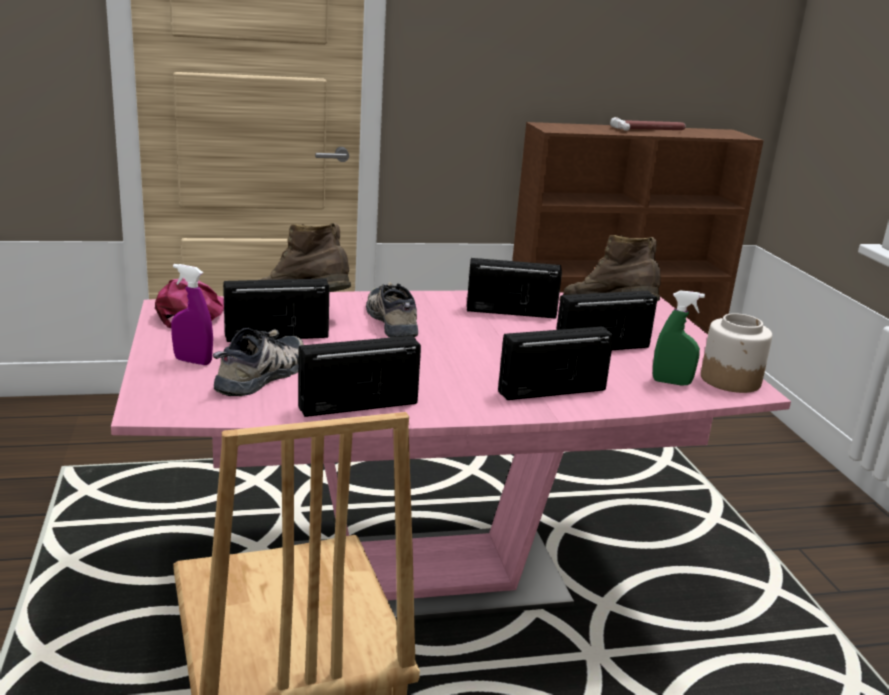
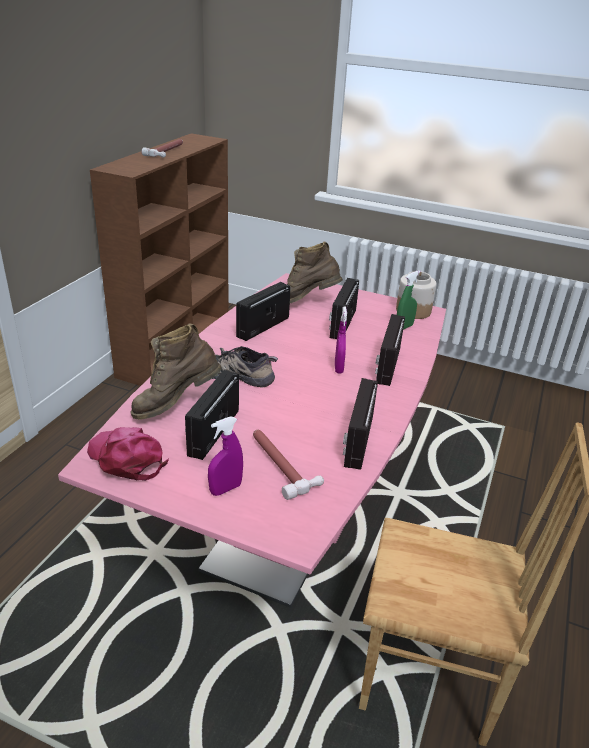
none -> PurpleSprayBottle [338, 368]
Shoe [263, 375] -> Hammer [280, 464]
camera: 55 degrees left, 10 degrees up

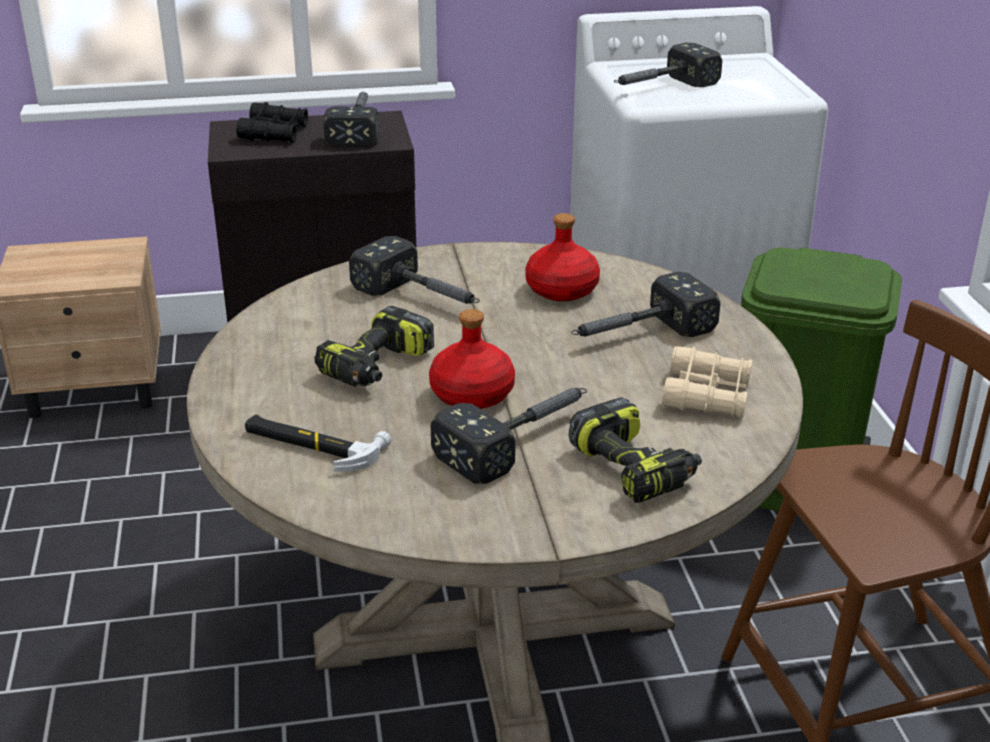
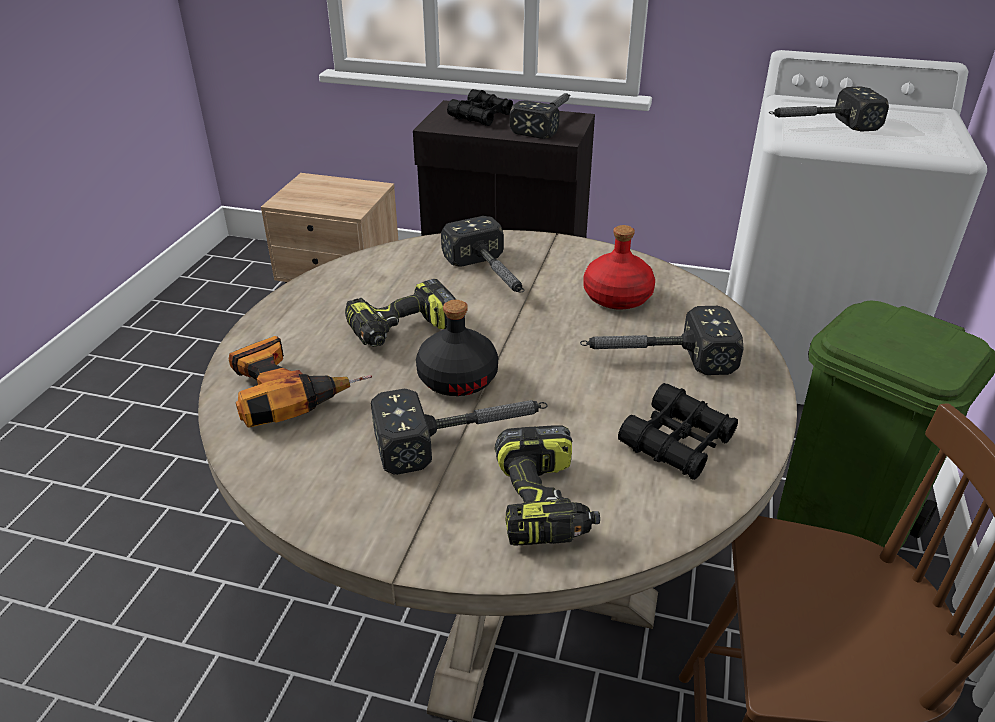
Hammer [312, 444] -> PowerDrill [289, 389]
RedBottle [471, 394] -> BlackBottle [457, 378]
BeigeBinoculars [707, 394] -> BlackBinoculars [677, 442]
camera: 25 degrees right, 5 degrees up

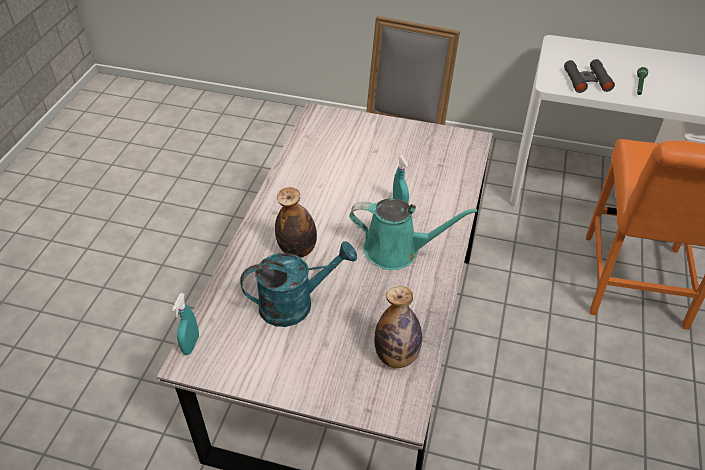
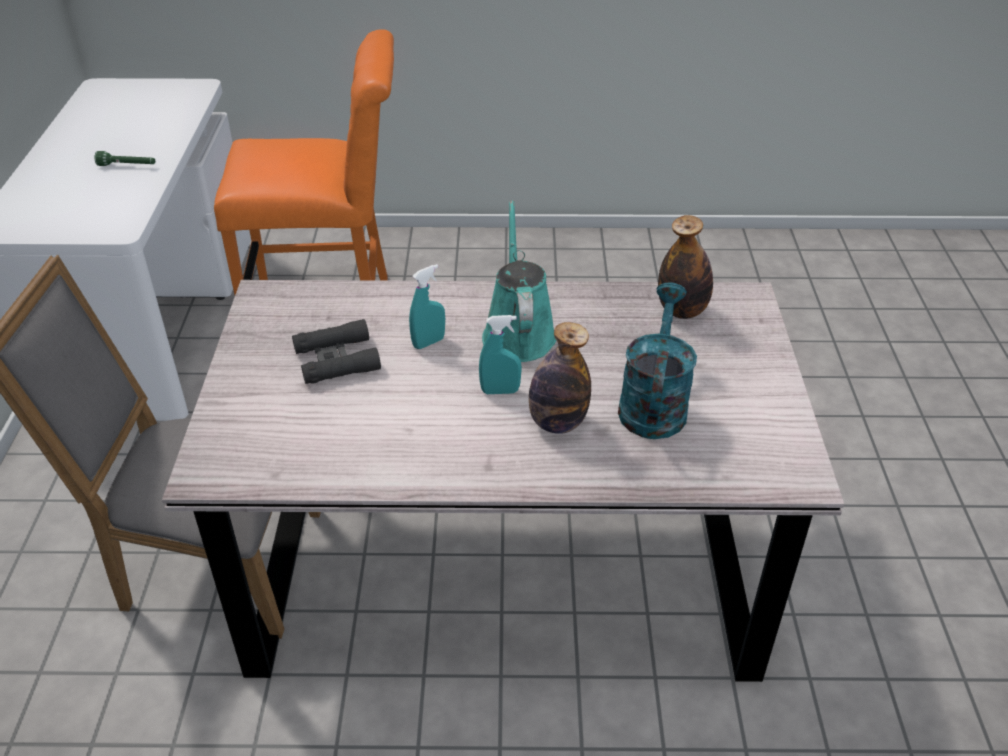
TurquoiseSprayBottle [191, 344] -> TurquoiseSprayBottle [500, 391], relocated
BlackBinoculars [586, 80] -> BlackBinoculars [337, 360], relocated
TurquoiseWateringCan [296, 303] -> TurquoiseWateringCan [653, 403], 45 degrees clockwise
camera: 105 degrees left, 5 degrees down

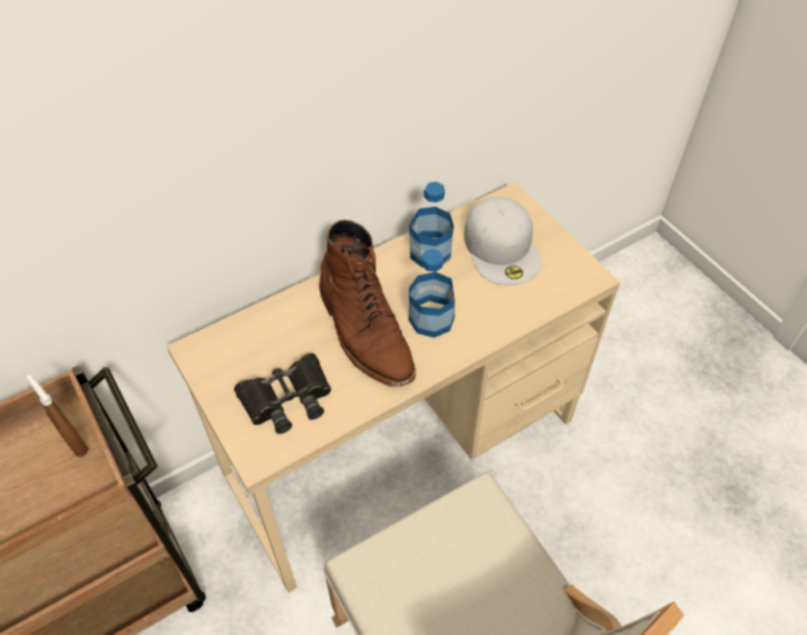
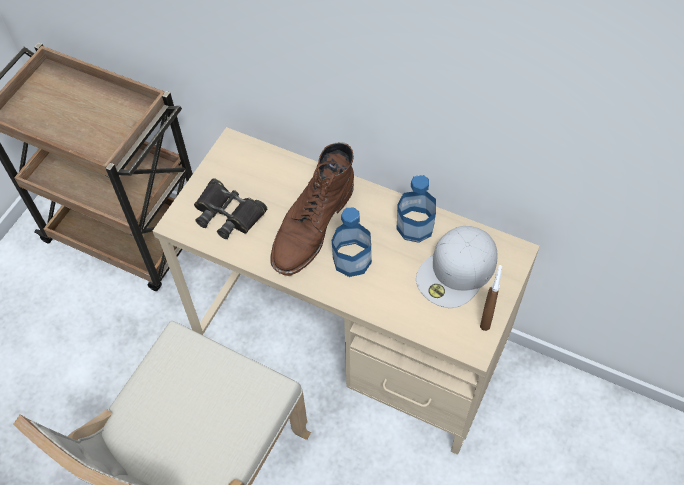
BrownSprayBottle [75, 443] -> BrownSprayBottle [486, 317], relocated
camera: 60 degrees right, 5 degrees up

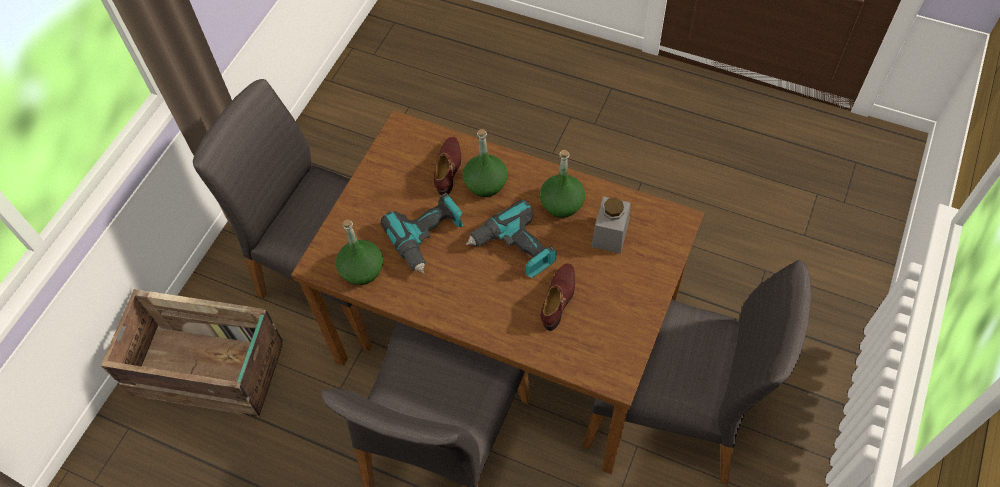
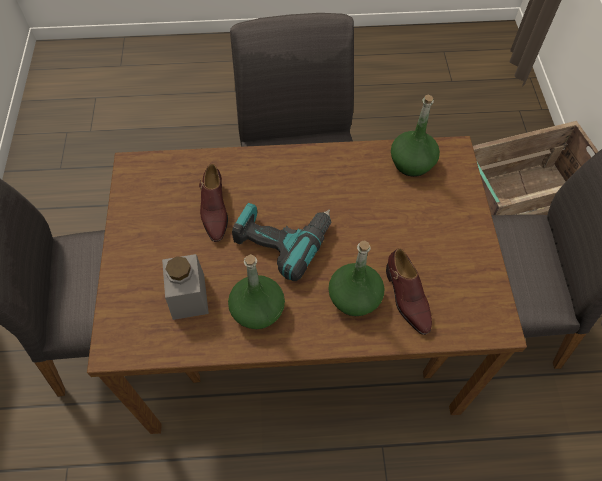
PowerDrill [428, 238] -> none
camera: 150 degrees right, 0 degrees up

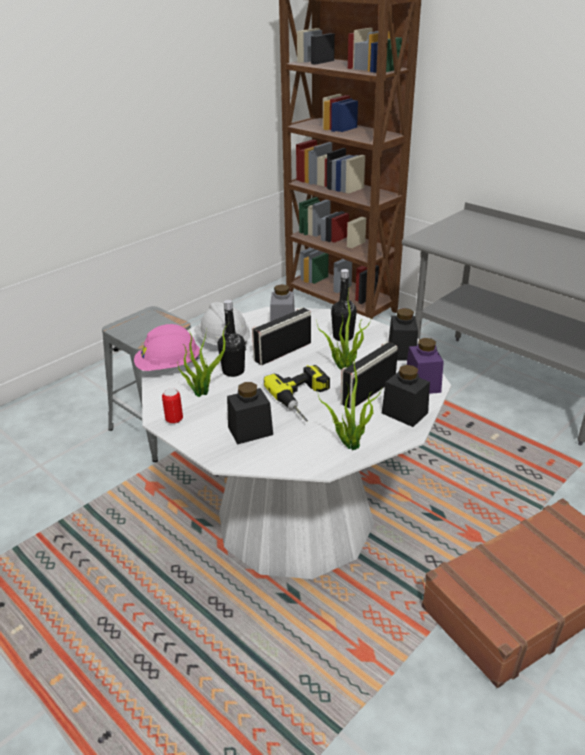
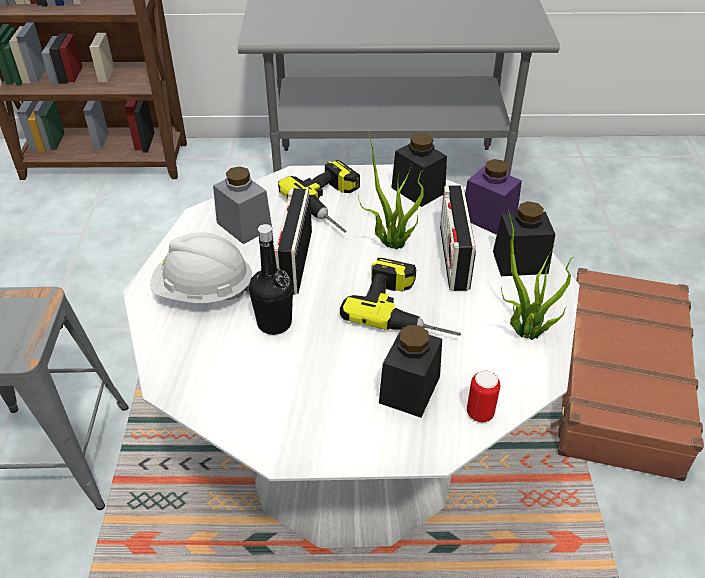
PinkHardHat [169, 367] -> none
PottedPlant [203, 392] -> none
Can [174, 420] -> Can [480, 413], relocated
BlackBottle [343, 337] -> PowerDrill [334, 204]
camera: 45 degrees left, 10 degrees up

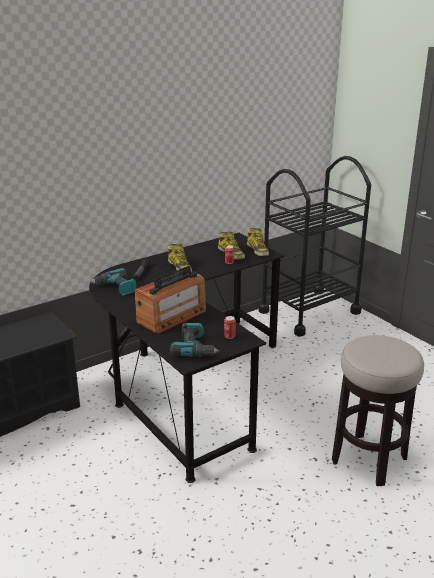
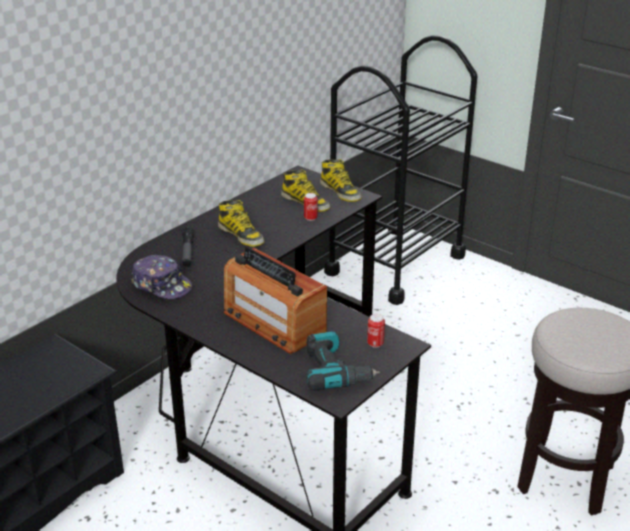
PowerDrill [115, 288] -> Cap [162, 285]
Radio [172, 316] -> Radio [274, 322], 105 degrees clockwise
camera: 15 degrees left, 5 degrees up

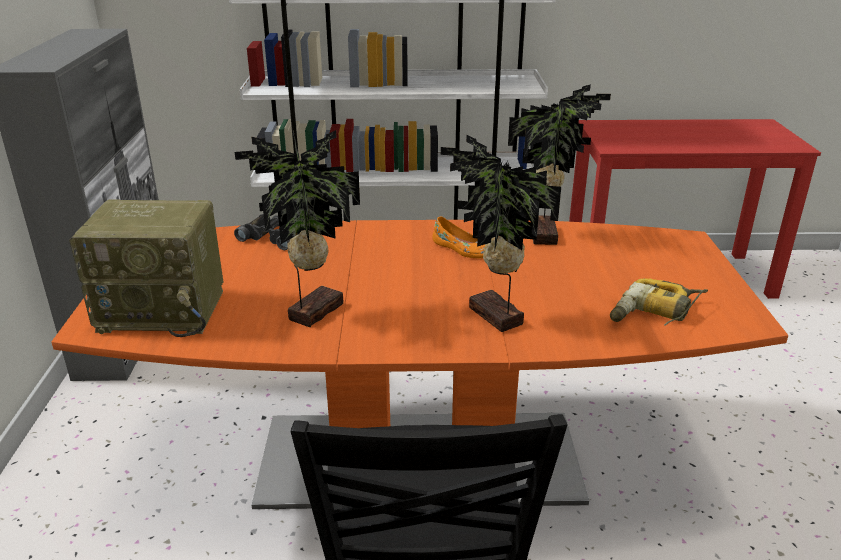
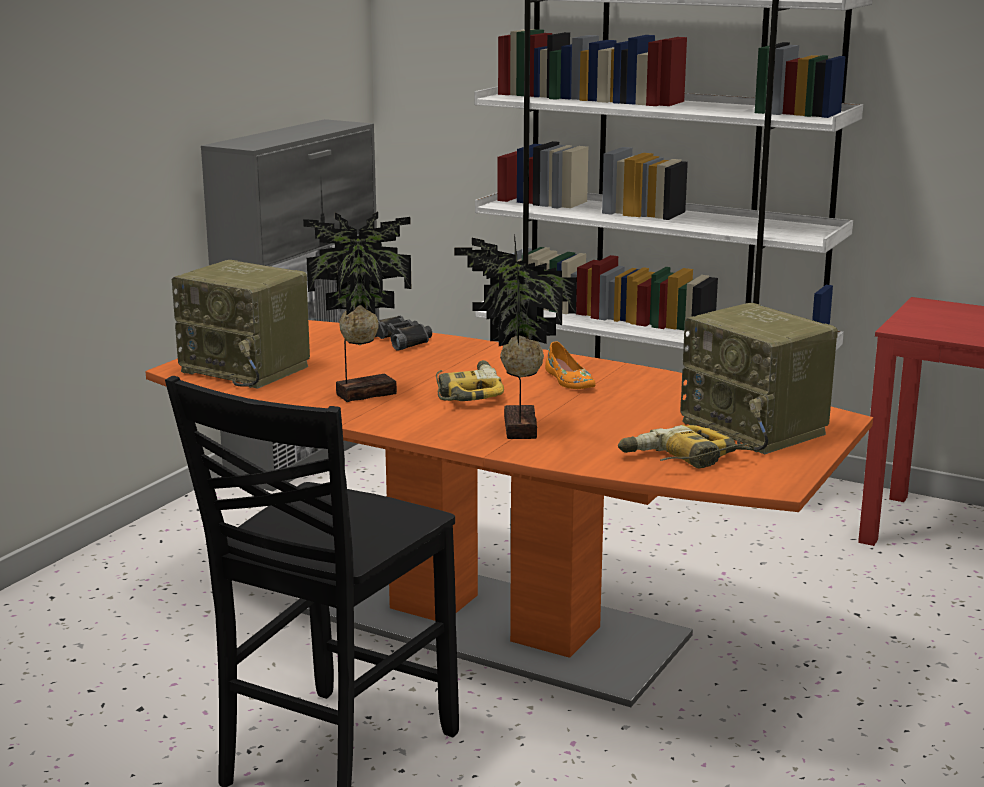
PottedPlant [546, 234] -> none
none -> PowerDrill [466, 392]
none -> Radio [756, 428]
camera: 30 degrees right, 10 degrees down

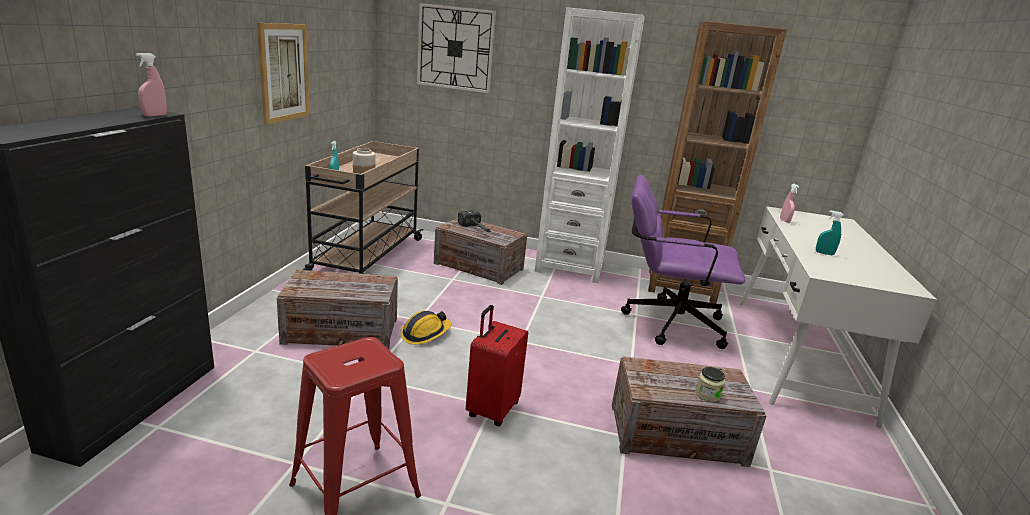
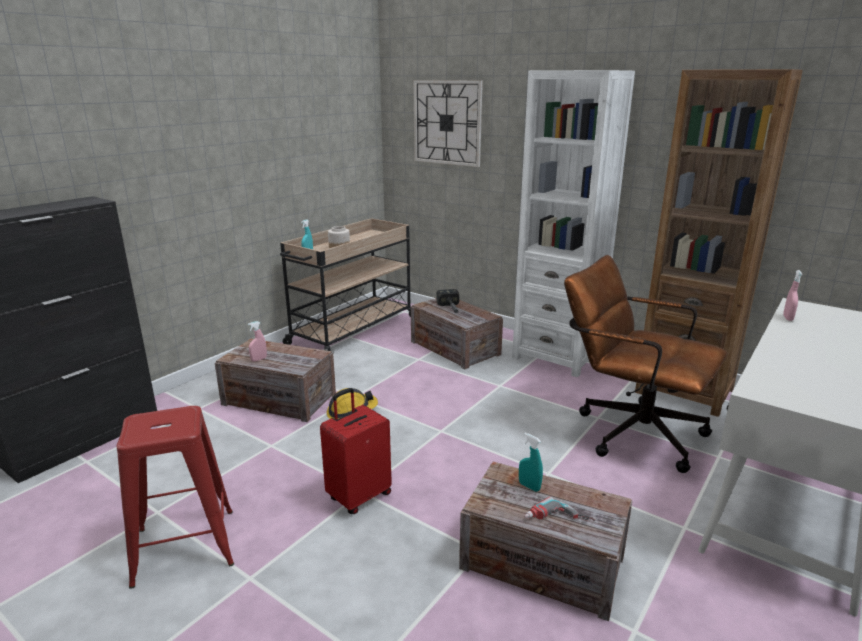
Picture [284, 72] -> none
PinkSprayBottle [155, 115] -> PinkSprayBottle [259, 359], relocated
TurquoiseSprayBottle [824, 253] -> TurquoiseSprayBottle [529, 486], relocated
Jar [707, 395] -> PowerDrill [557, 521]
PurpleOfficeChair [665, 321] -> BrownOfficeChair [630, 430]
camera: 25 degrees right, 0 degrees up

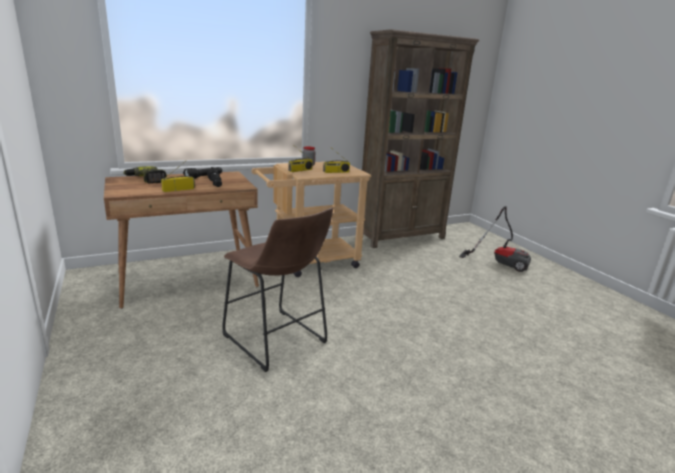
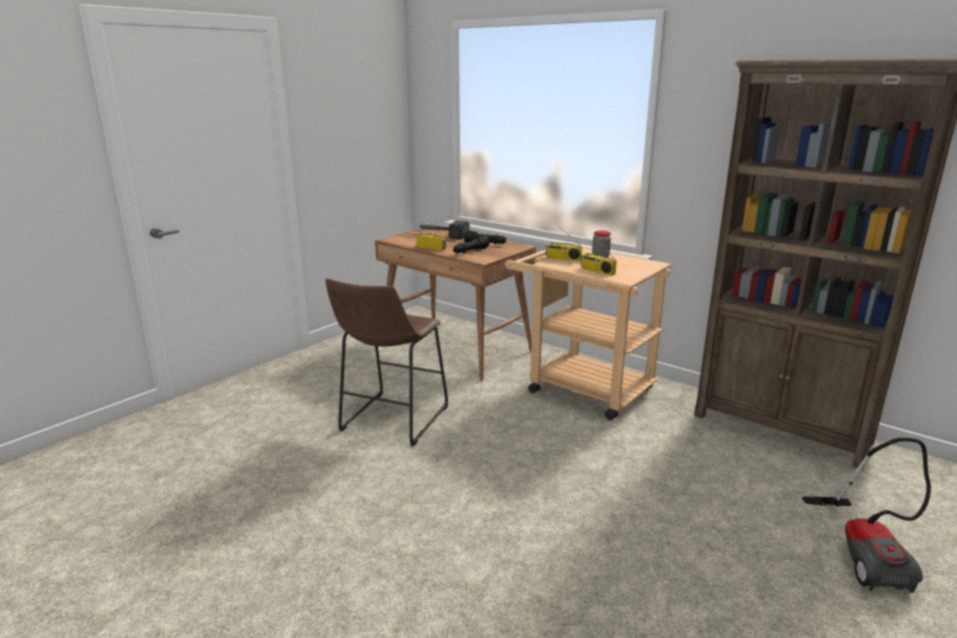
PowerDrill [146, 180] -> Hammer [441, 235]
camera: 65 degrees right, 0 degrees up

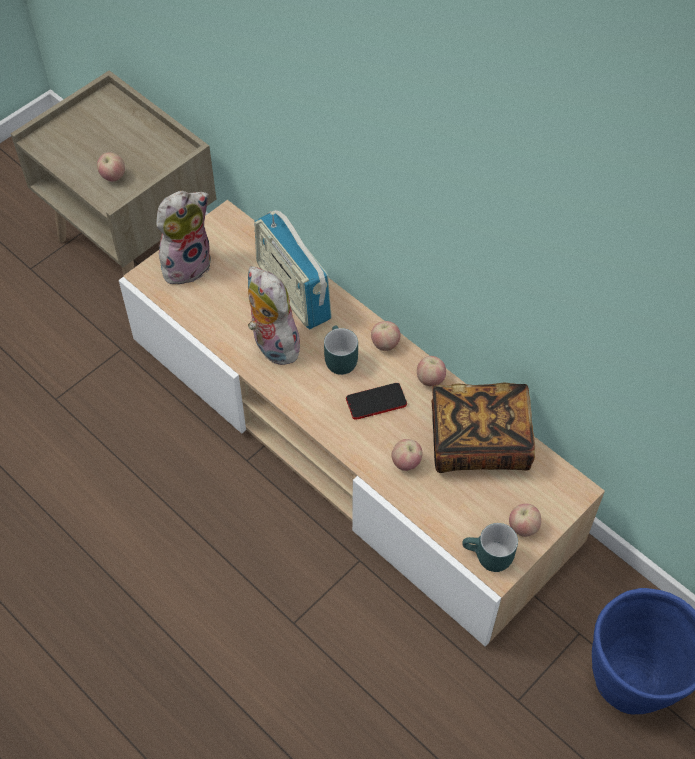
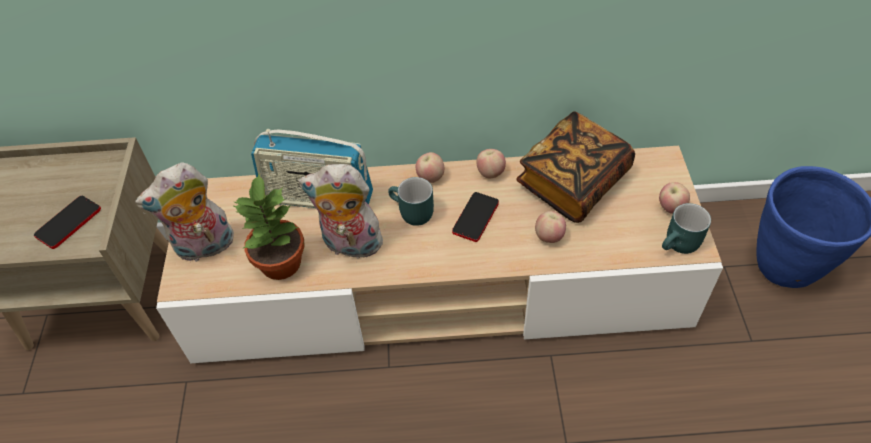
none -> PottedPlant [280, 264]
Apple [113, 177] -> Phone [68, 223]
PlushToy [186, 264] -> PlushToy [204, 248], 120 degrees counterclockwise
camera: 45 degrees left, 5 degrees down

